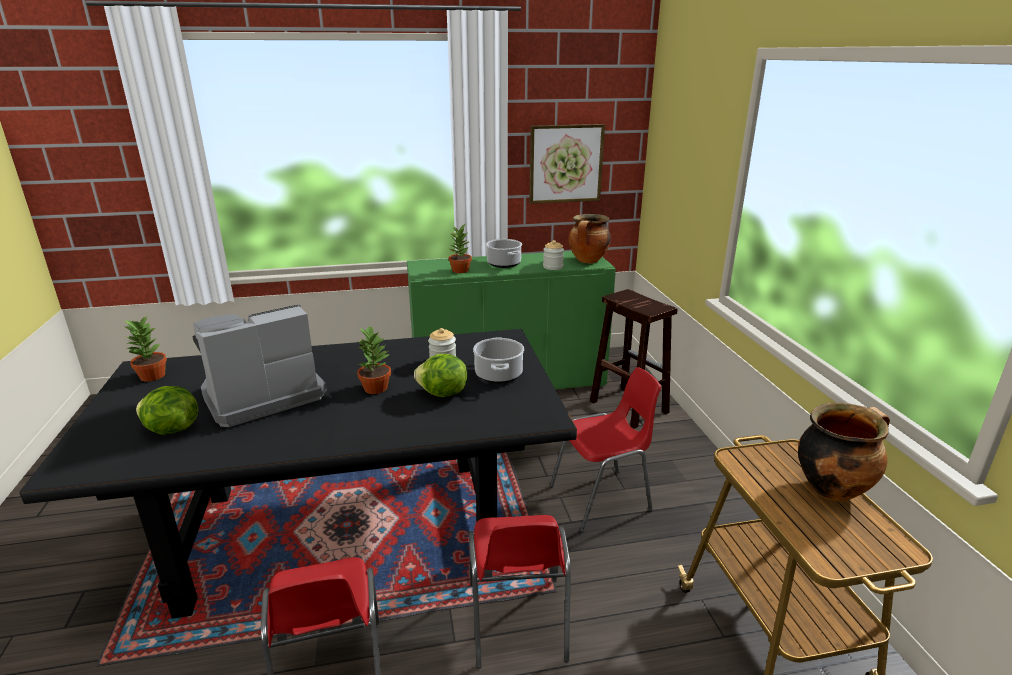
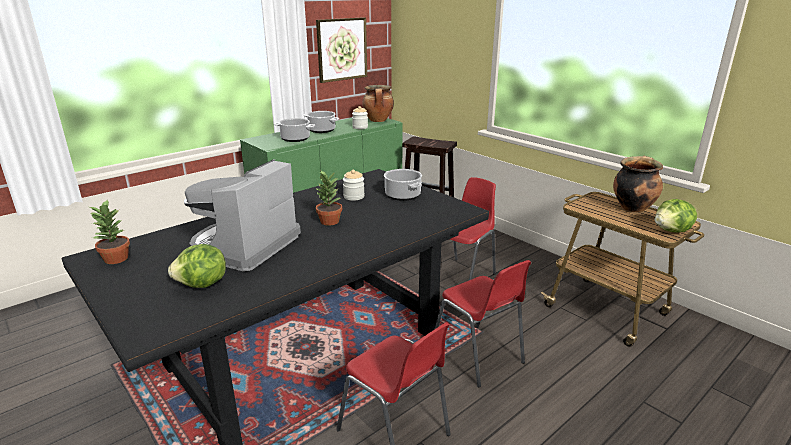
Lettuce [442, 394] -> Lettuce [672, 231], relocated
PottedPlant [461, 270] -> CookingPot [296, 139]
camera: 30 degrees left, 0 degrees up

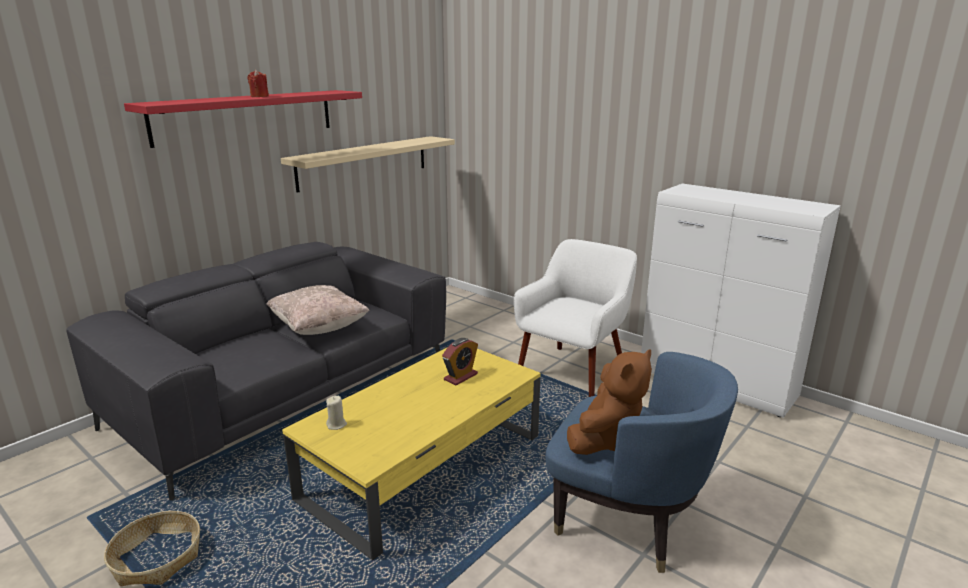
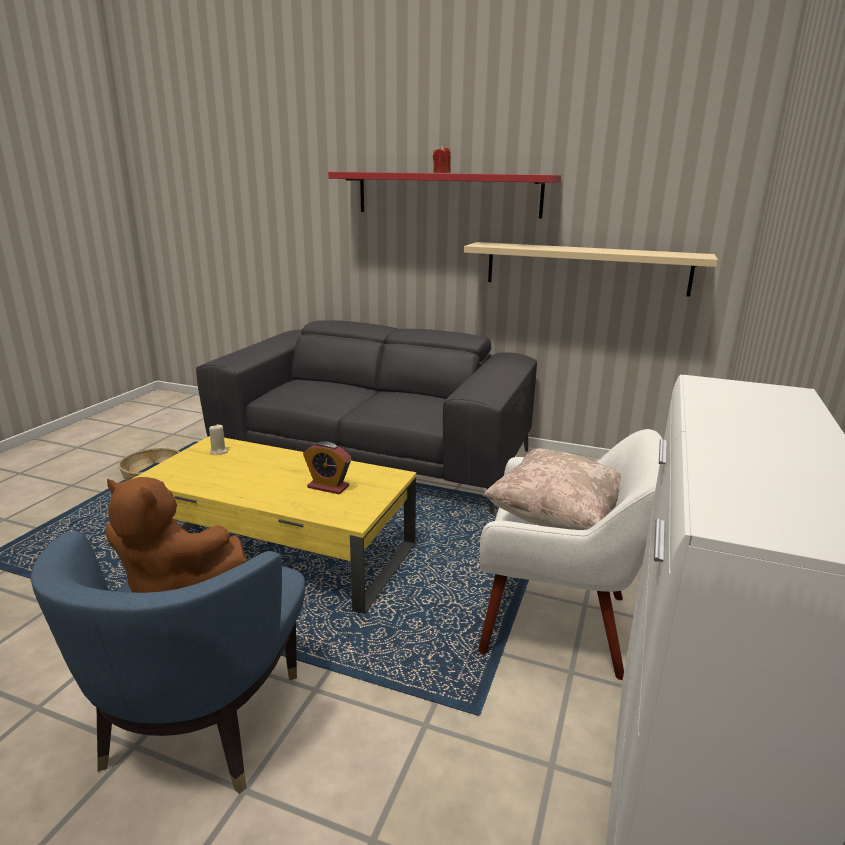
BeigePillow [319, 328] -> BeigePillow [558, 517], relocated
camera: 70 degrees right, 0 degrees up

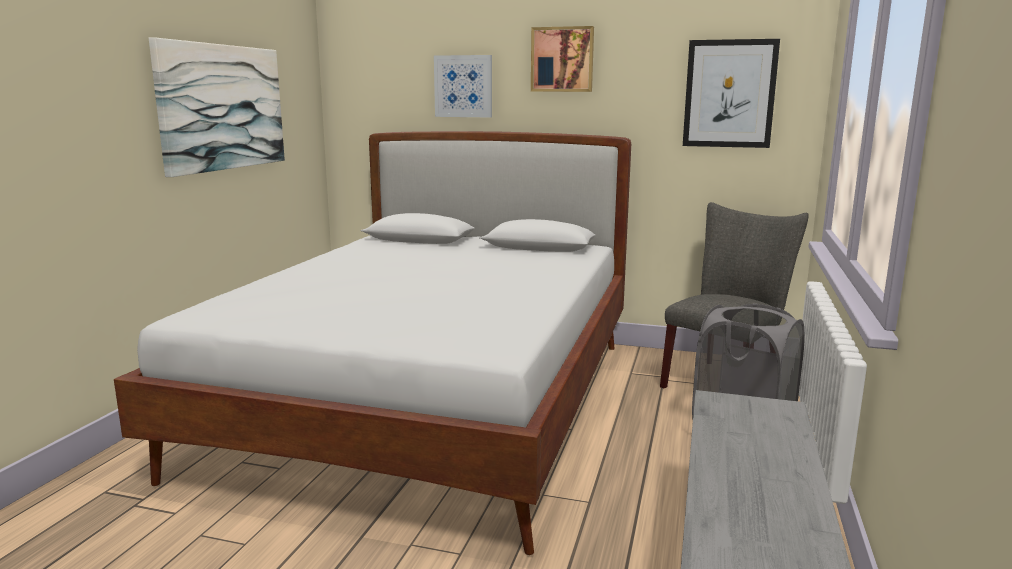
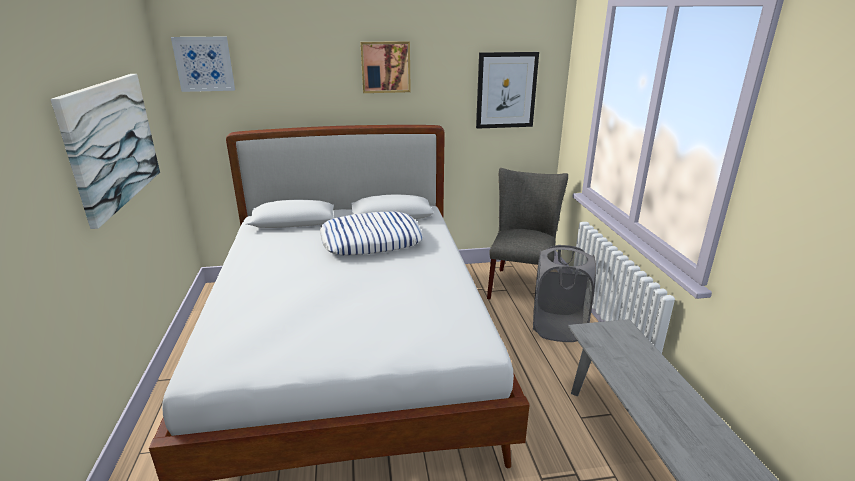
none -> Pillow [371, 240]
Picture [463, 86] -> Picture [204, 64], relocated
camera: 25 degrees left, 10 degrees up

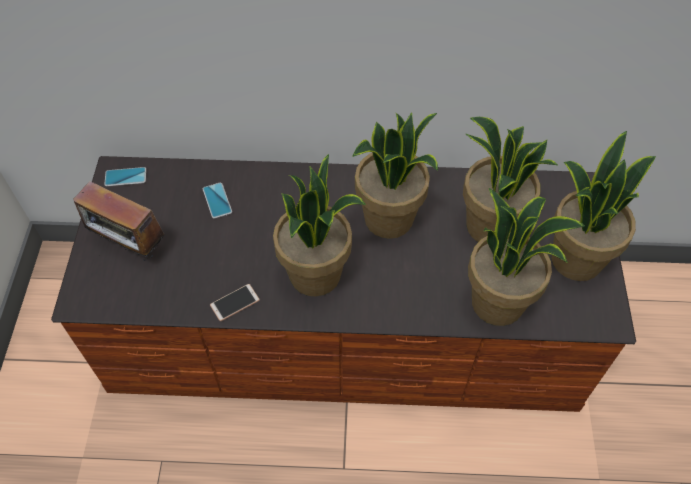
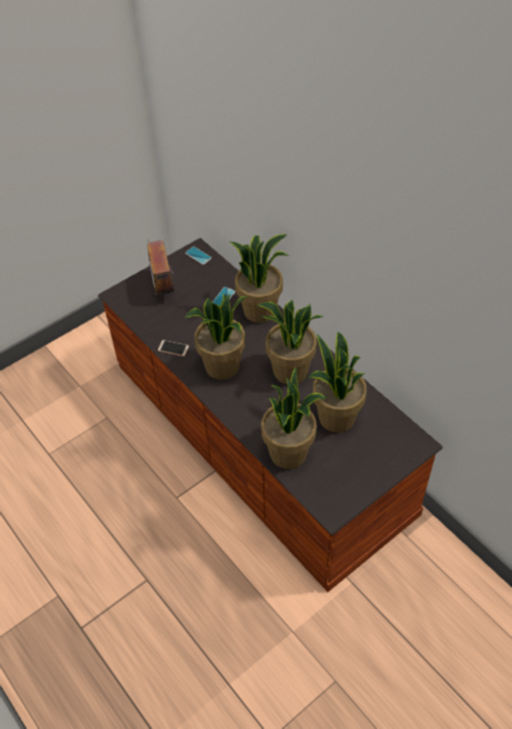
PottedPlant [575, 258] -> PottedPlant [260, 310], relocated
camera: 50 degrees right, 5 degrees down

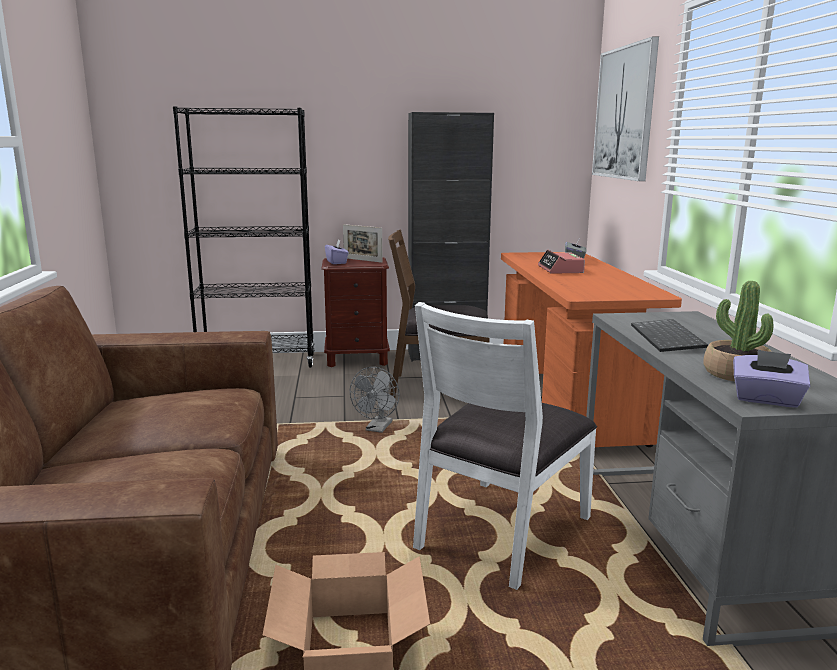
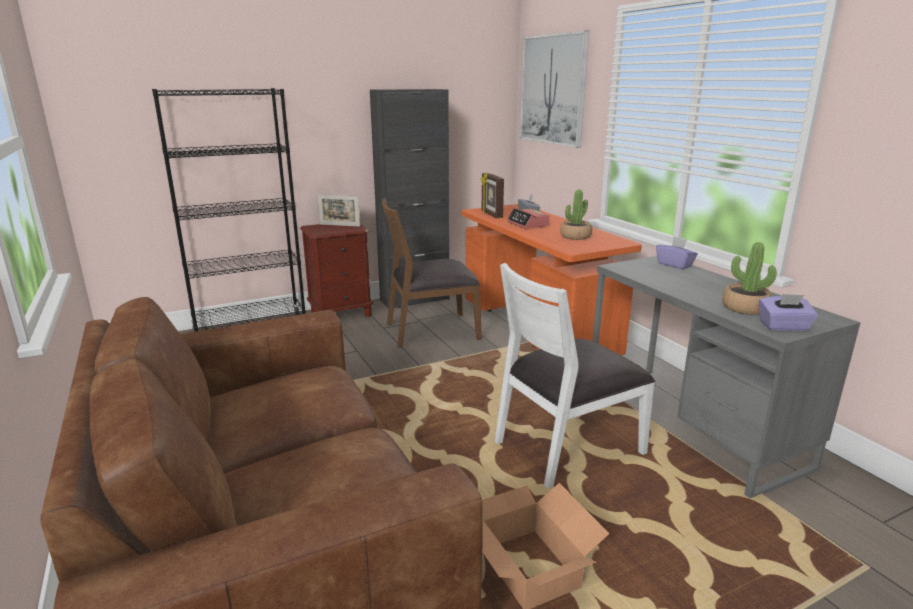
GreyFan [377, 429] -> none
Keyboard [668, 338] -> none
none -> PictureFrame [491, 214]
none -> PottedPlant [575, 236]
PurpleTissueBox [337, 262] -> PurpleTissueBox [674, 265], relocated
WhiteChair [500, 532] -> WhiteChair [566, 447], 45 degrees clockwise
camera: 20 degrees left, 5 degrees up

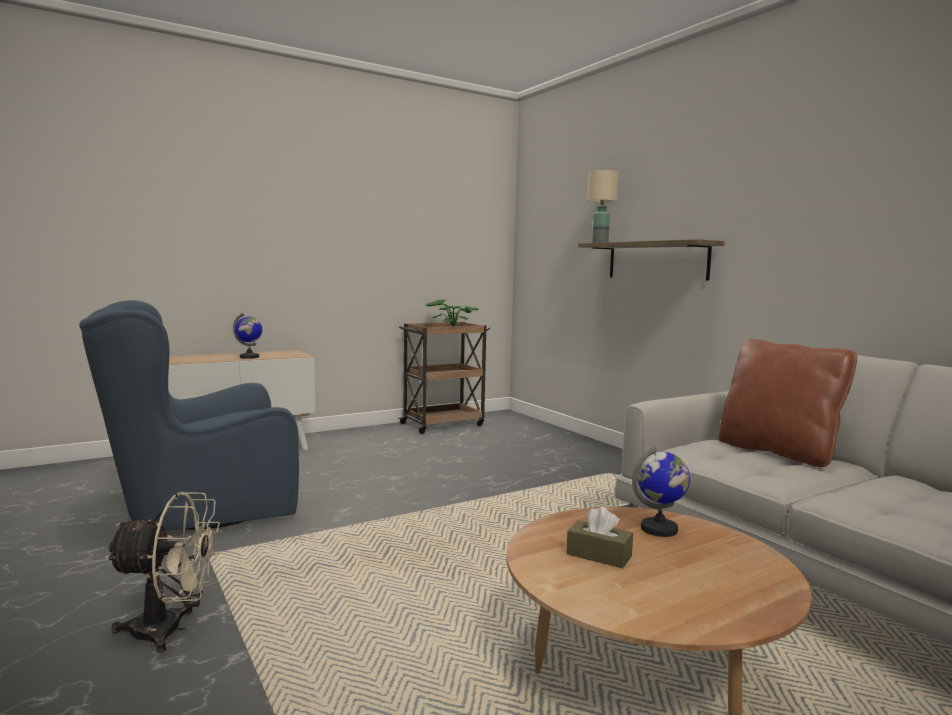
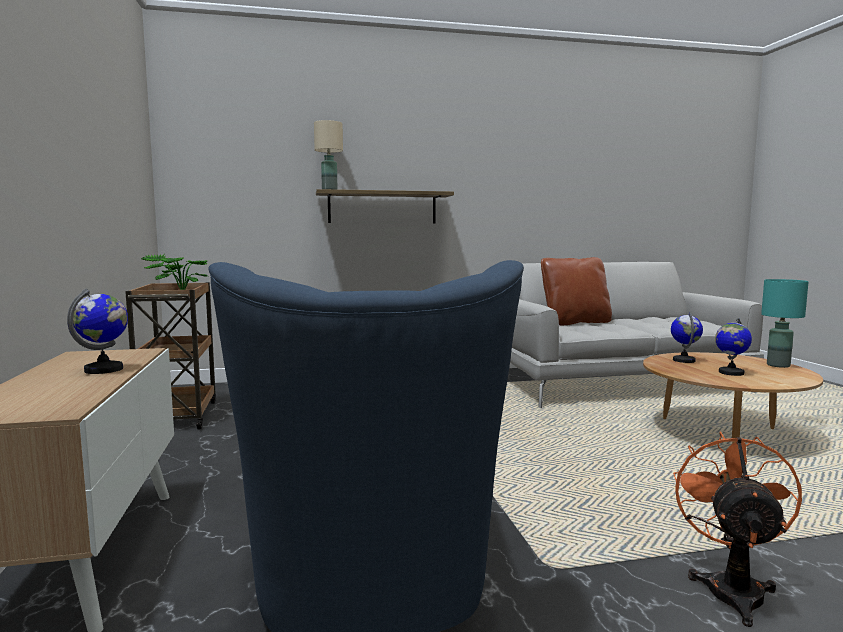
none -> TurquoiseTableLamp [778, 365]
BrownTissueBox [599, 555] -> Globe [730, 372]
BeigeFan [170, 630] -> OrangeFan [732, 587]
camera: 70 degrees left, 0 degrees up

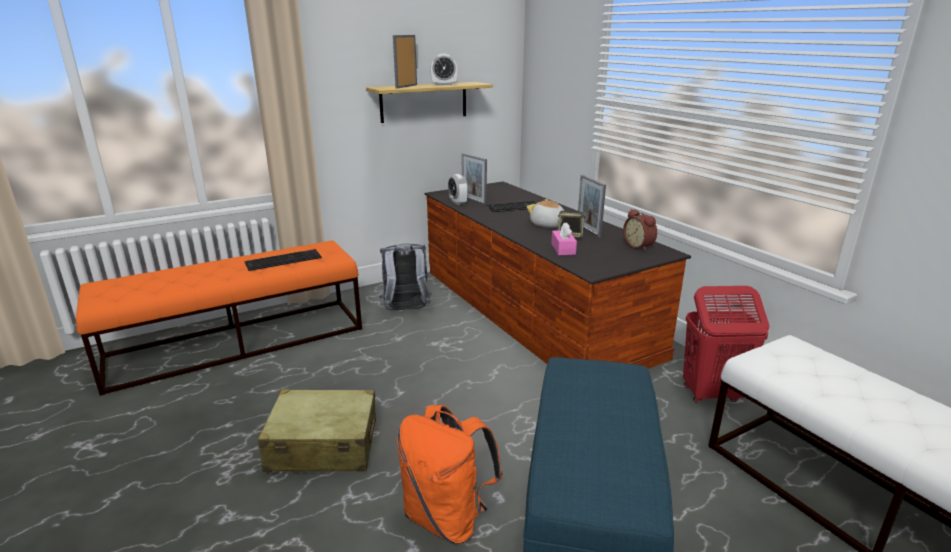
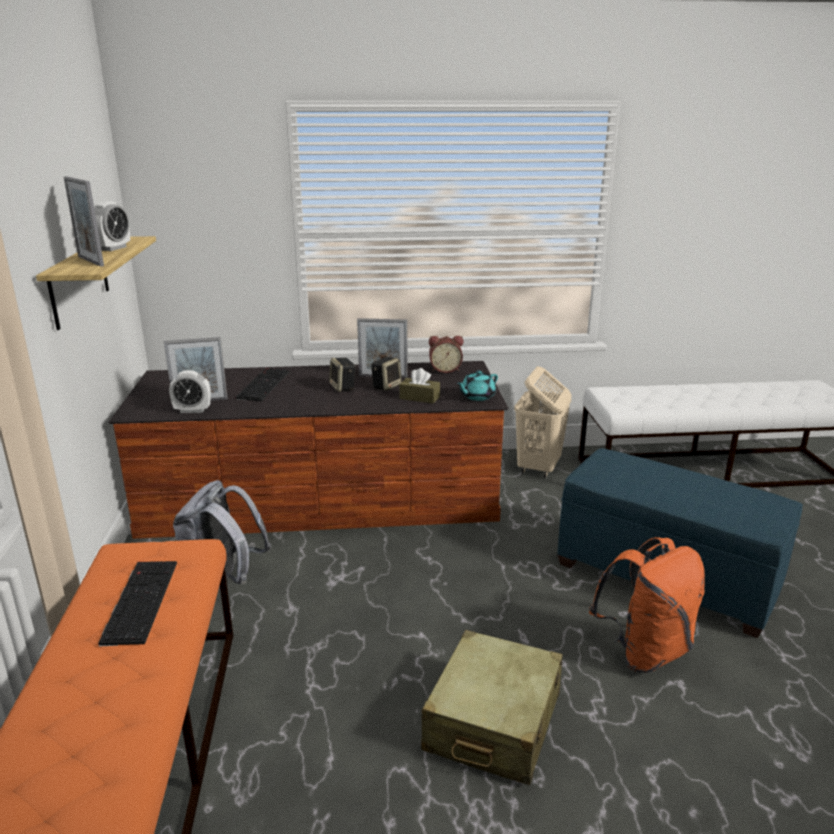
none -> TurquoiseTeapot [477, 396]
PlushToy [547, 225] -> Speaker [343, 387]
PinkTissueBox [563, 249] -> BrownTissueBox [419, 397]
RedLaundryBasket [711, 394] -> BeigeLaundryBasket [538, 467]
camera: 65 degrees left, 0 degrees up

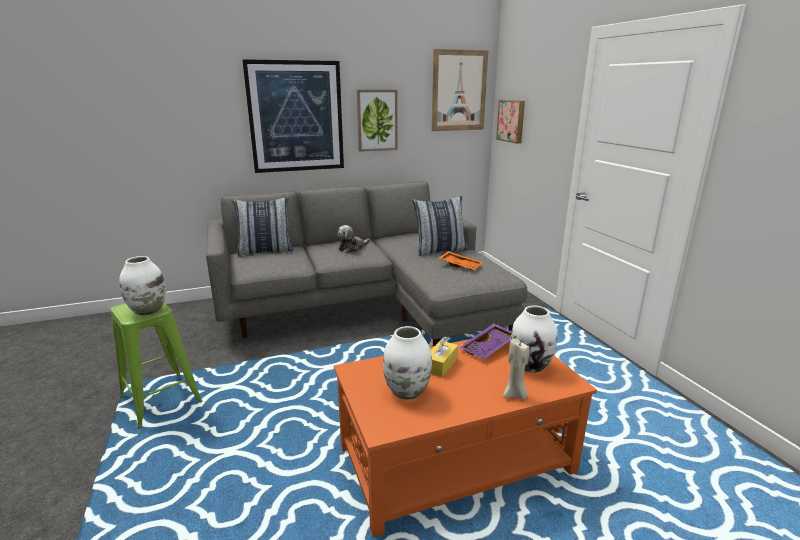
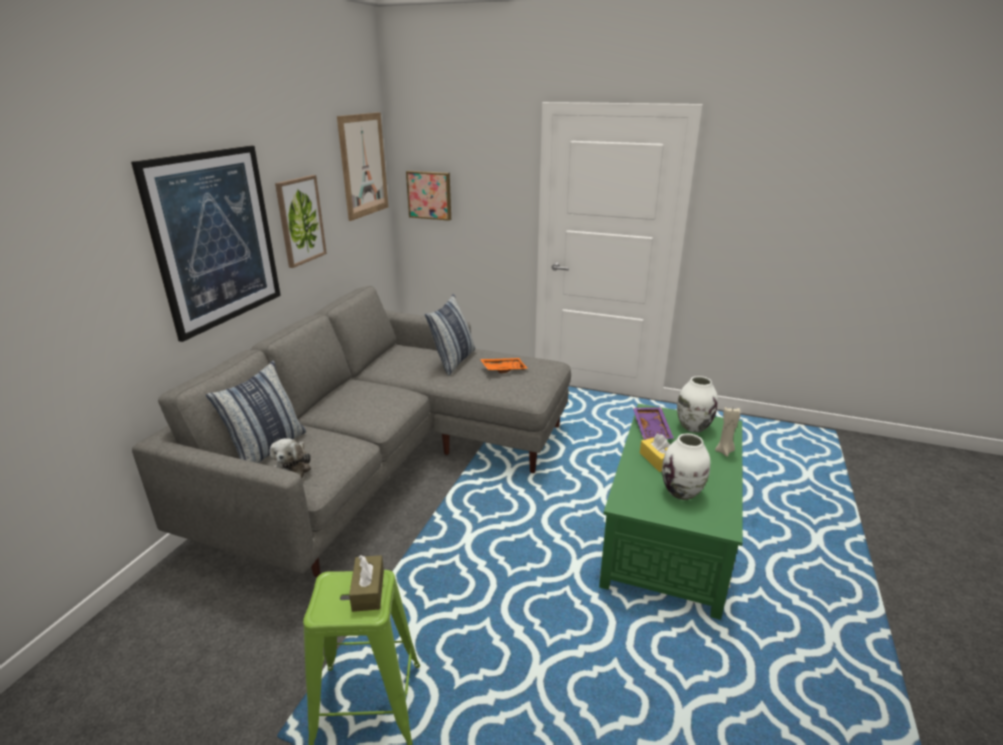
PlushToy [352, 248] -> PlushToy [293, 468], relocated
WhiteVase [148, 311] -> BrownTissueBox [368, 590]
OrangeCoffeeTable [456, 459] -> GreenCoffeeTable [669, 533]
camera: 50 degrees left, 5 degrees up

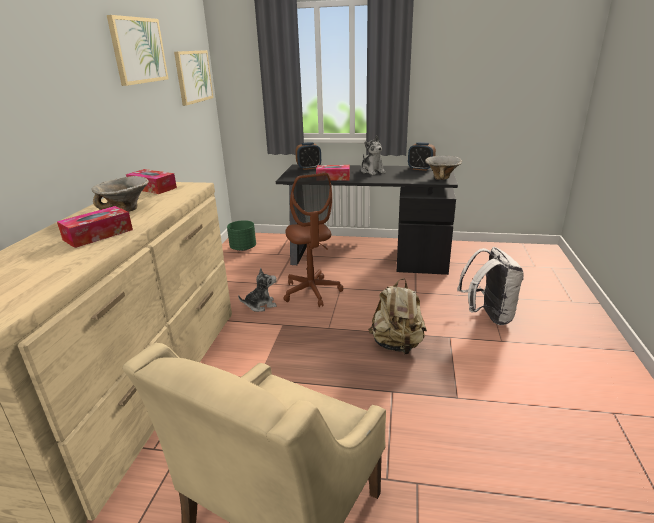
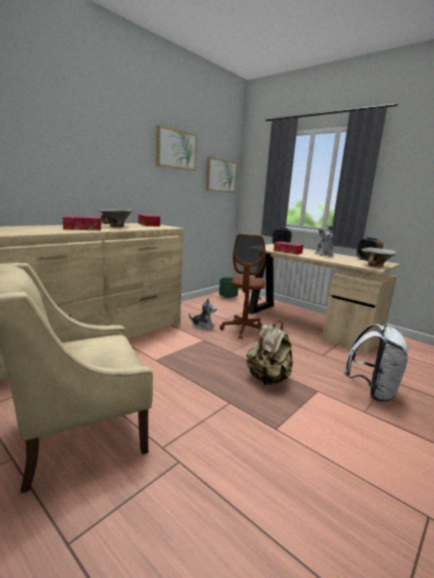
BlackDesk [366, 256] -> BeigeDesk [307, 324]
camera: 30 degrees right, 10 degrees down

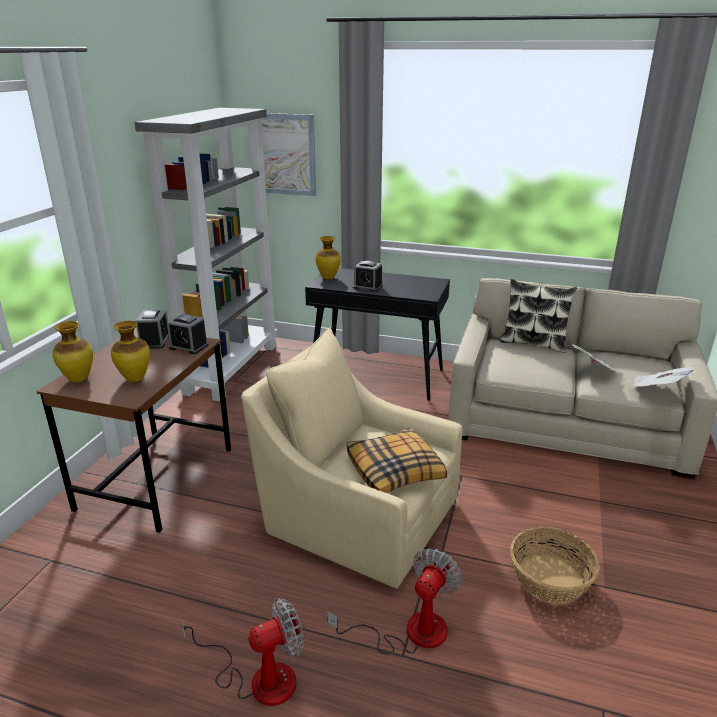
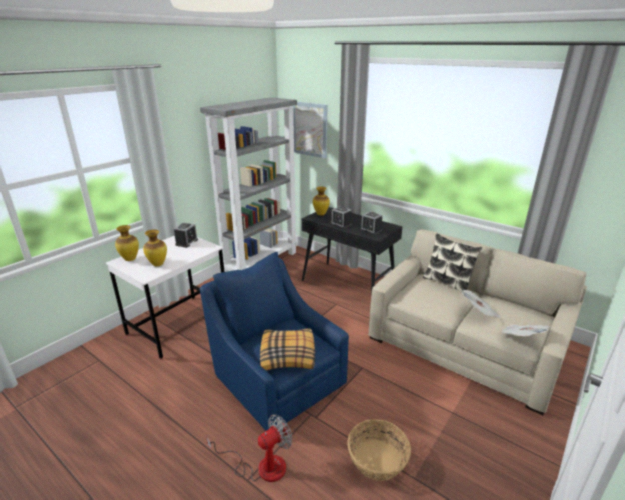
Fan [259, 678] -> none
AlarmClock [188, 347] -> AlarmClock [371, 230], relocated
BrownDesk [156, 478] -> WhiteDesk [179, 324]
BeigeArmchair [356, 515] -> BlueArmchair [276, 377]
camera: 20 degrees right, 0 degrees up

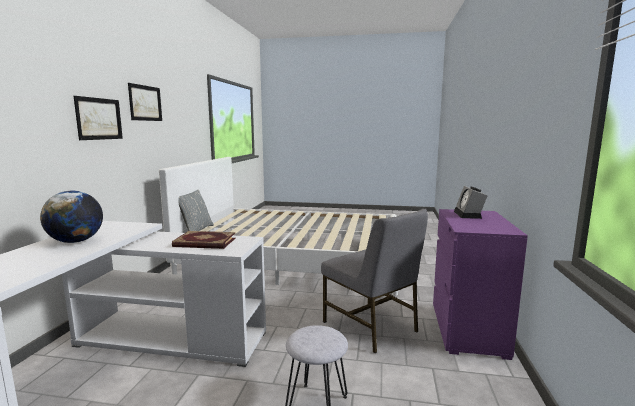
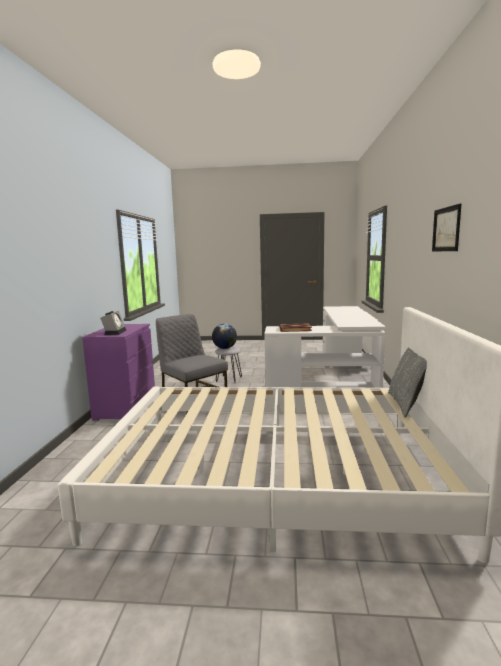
Picture [99, 119] -> none
Globe [76, 241] -> Globe [224, 348], relocated
camera: 175 degrees right, 0 degrees up

